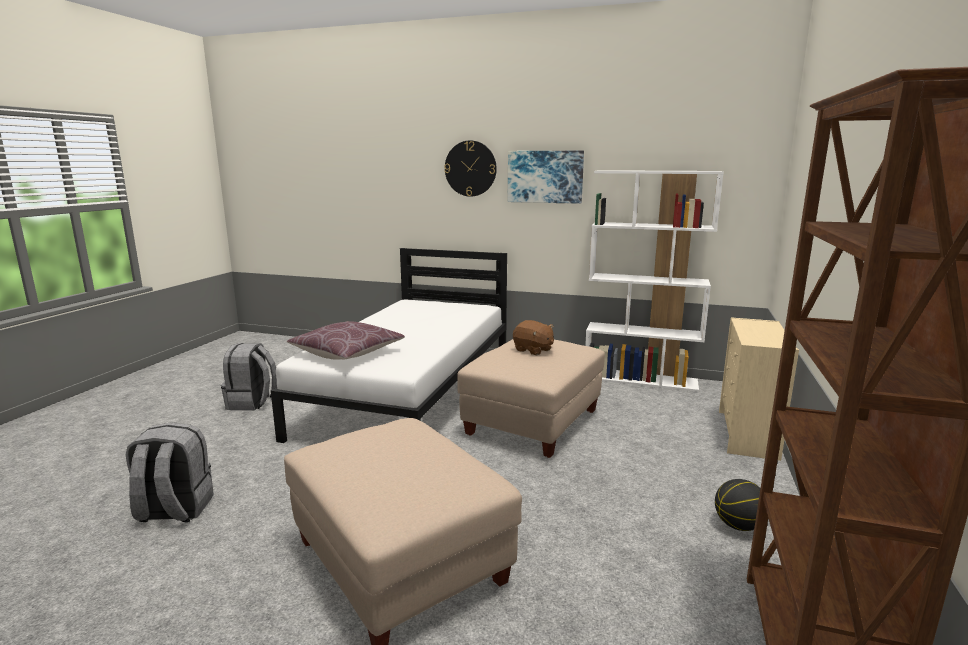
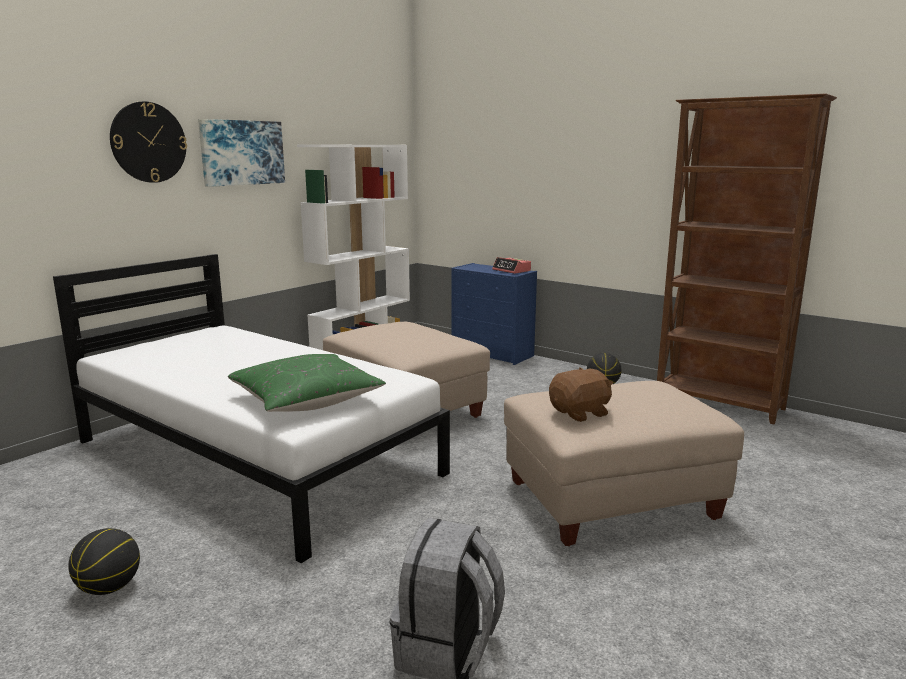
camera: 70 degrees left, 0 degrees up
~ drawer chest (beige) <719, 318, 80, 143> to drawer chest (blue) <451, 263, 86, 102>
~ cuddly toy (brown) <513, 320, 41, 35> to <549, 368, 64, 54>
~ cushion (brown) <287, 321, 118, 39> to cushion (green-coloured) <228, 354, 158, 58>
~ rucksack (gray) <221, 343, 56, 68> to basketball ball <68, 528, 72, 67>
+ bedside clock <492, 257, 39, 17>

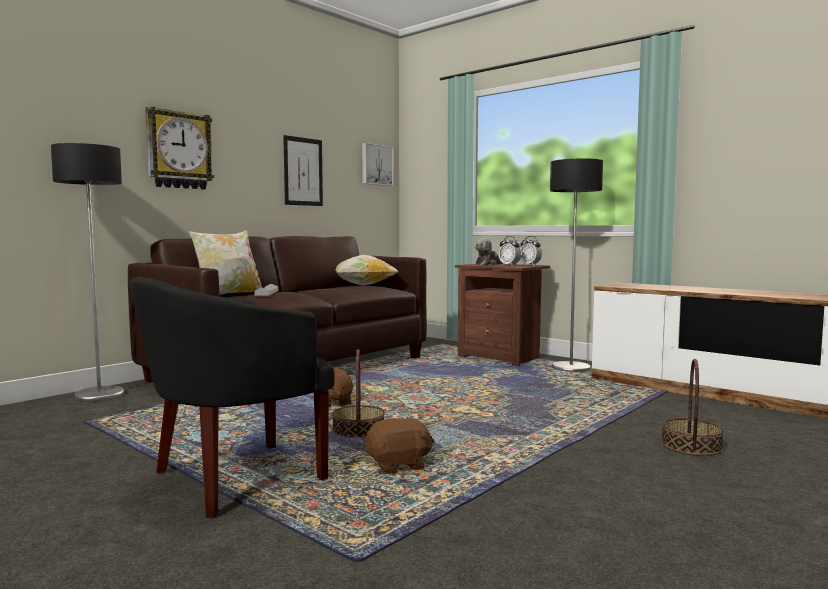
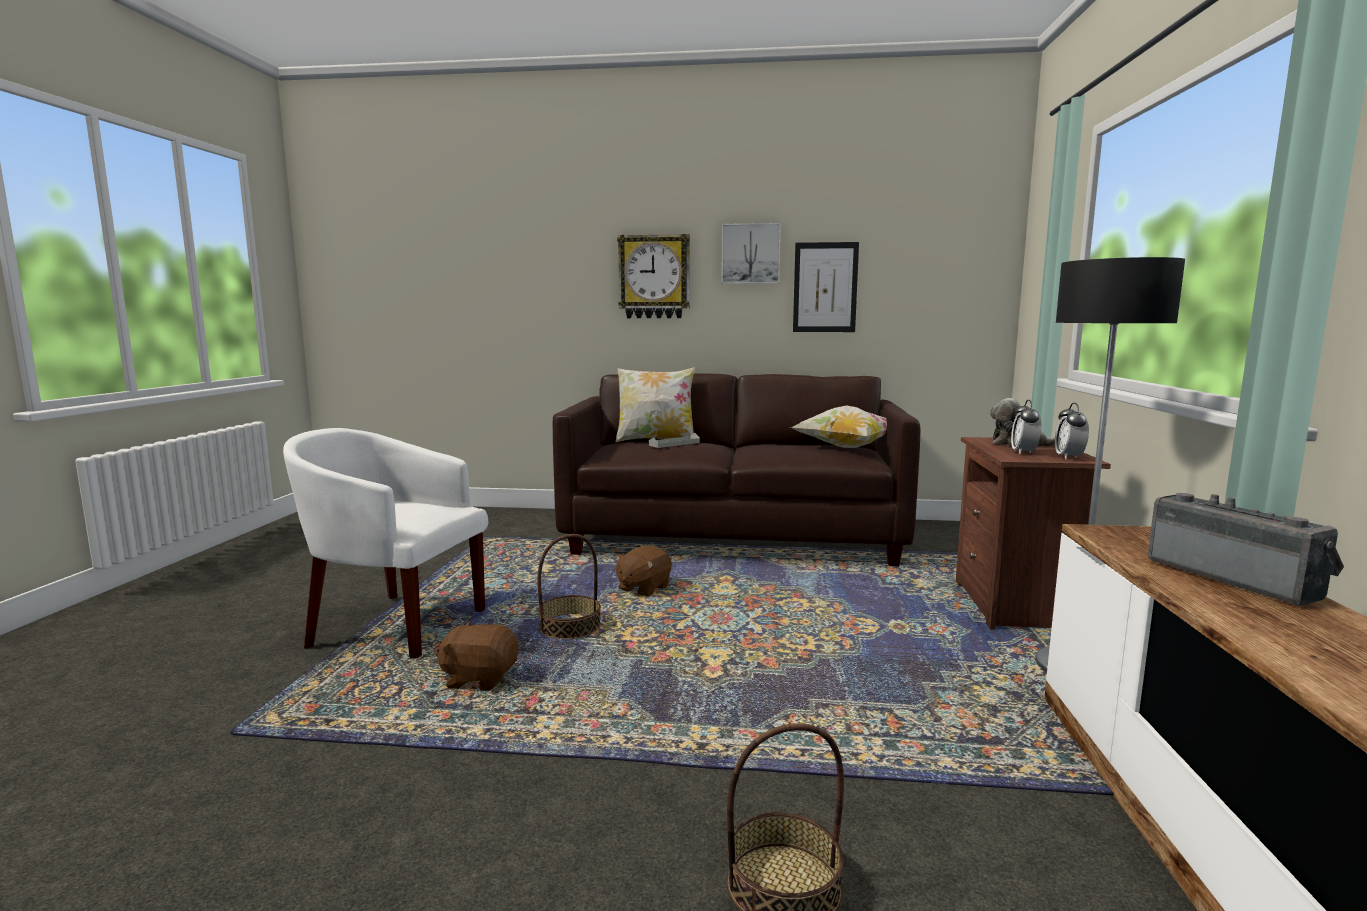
camera: 55 degrees right, 5 degrees up
- floor lamp <51, 143, 74, 259>
~ picture <362, 143, 32, 43> to <721, 223, 60, 61>
~ easy chair (black) <129, 277, 206, 241> to easy chair (whitish) <283, 428, 205, 230>
~ cuddly toy (brown) <366, 417, 68, 57> = <436, 621, 82, 70> 150 degrees clockwise
+ radio <1148, 493, 196, 112>

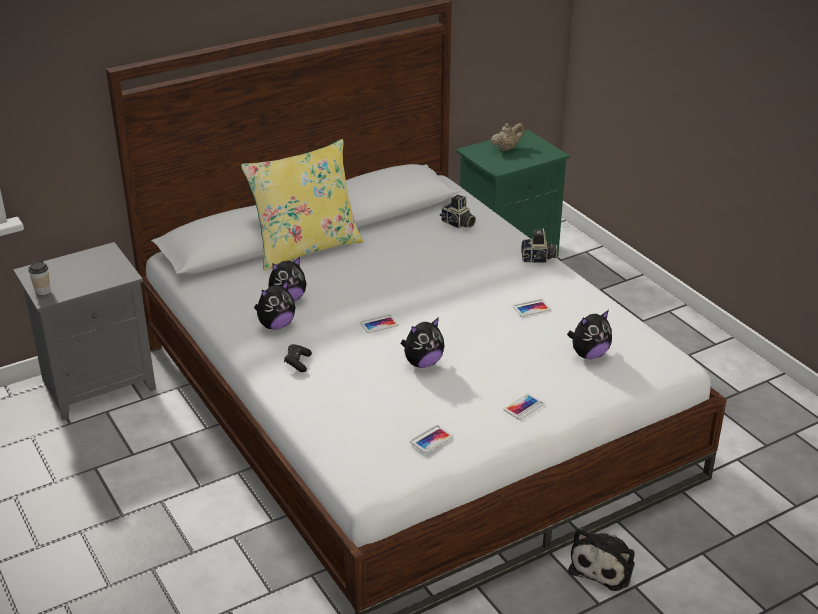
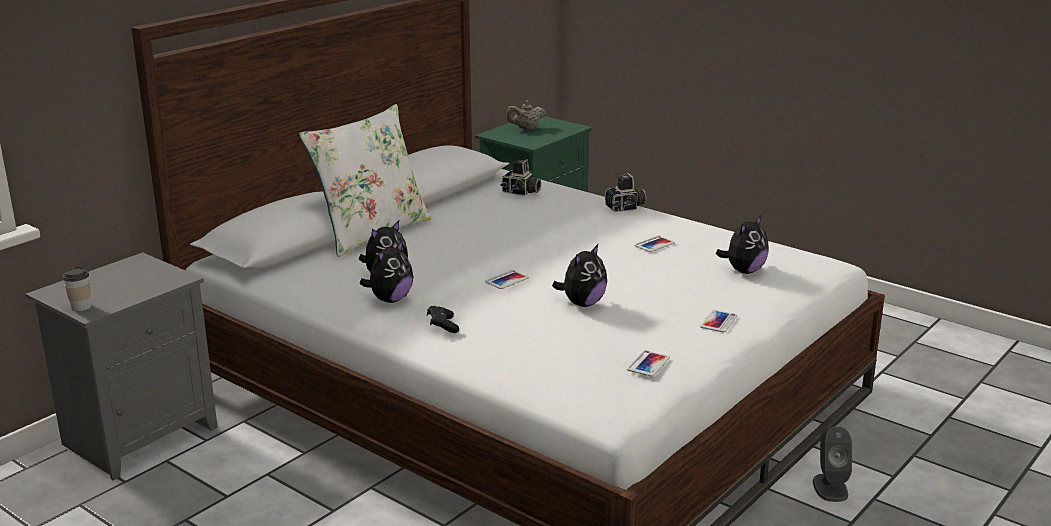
camera: 20 degrees left, 10 degrees down
~ teapot (beige) <491, 123, 33, 28> = <506, 101, 40, 29> 150 degrees counterclockwise
~ cushion (yellow) <241, 139, 122, 132> to cushion (whitish) <299, 104, 132, 153>
~ cuddly toy <568, 528, 67, 63> to speaker (gray) <813, 426, 39, 76>

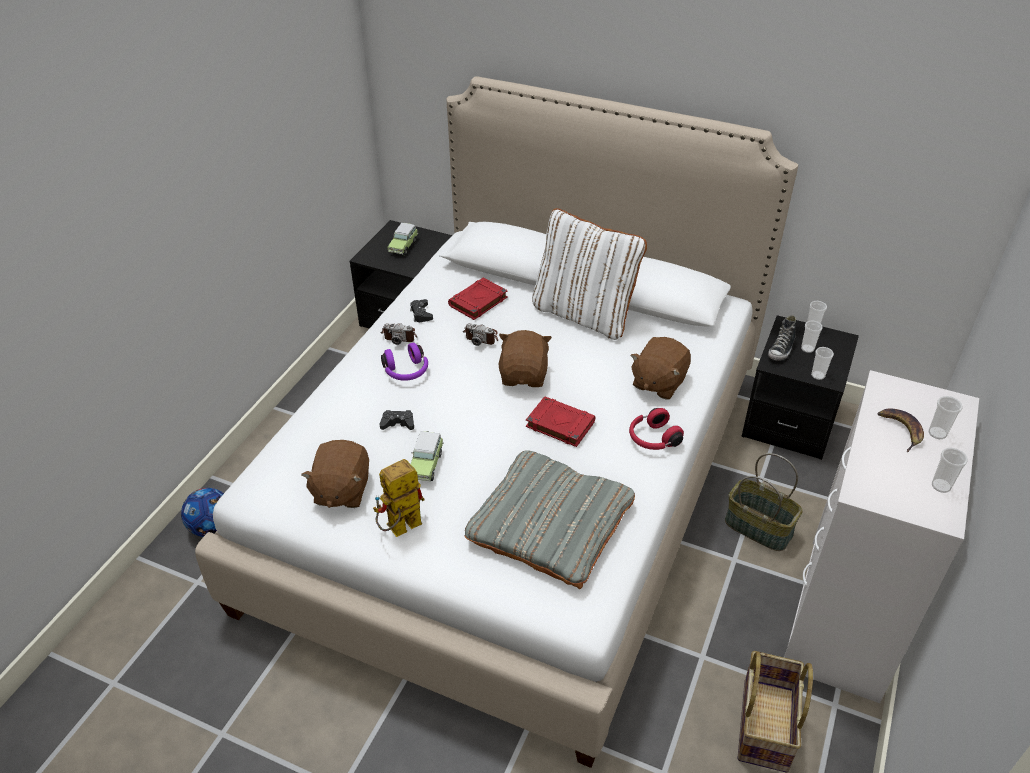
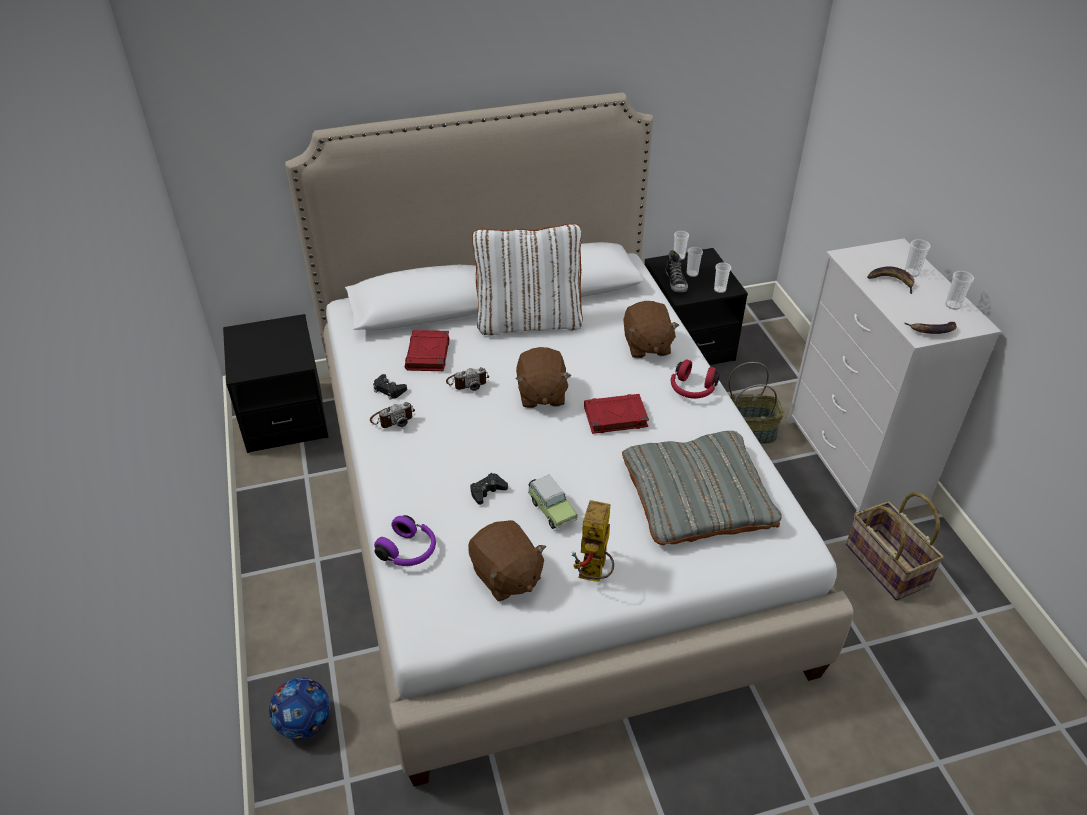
camera: 40 degrees left, 0 degrees up
- model car <388, 223, 30, 33>
~ cuddly toy (brown) <499, 330, 53, 57> = <516, 347, 55, 61> 150 degrees counterclockwise
~ pair of headphones (purple-coloured) <381, 343, 47, 38> to <374, 515, 62, 51>
+ whole banana <904, 322, 53, 12>

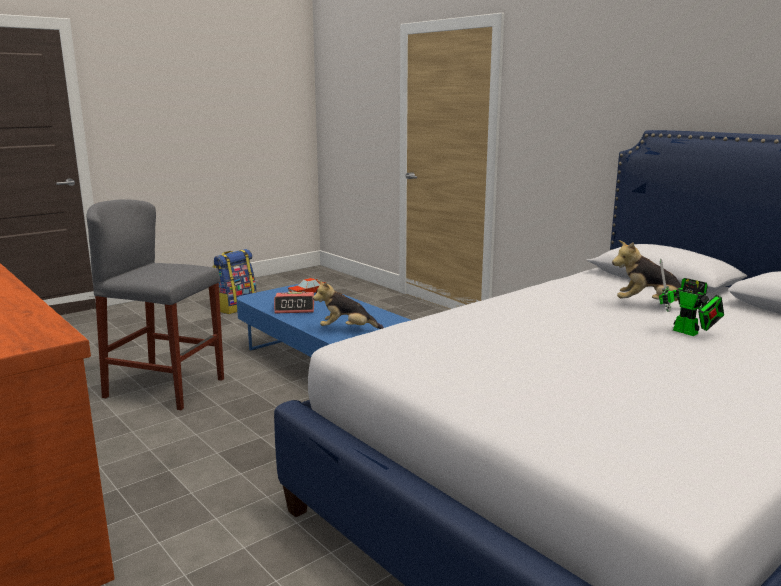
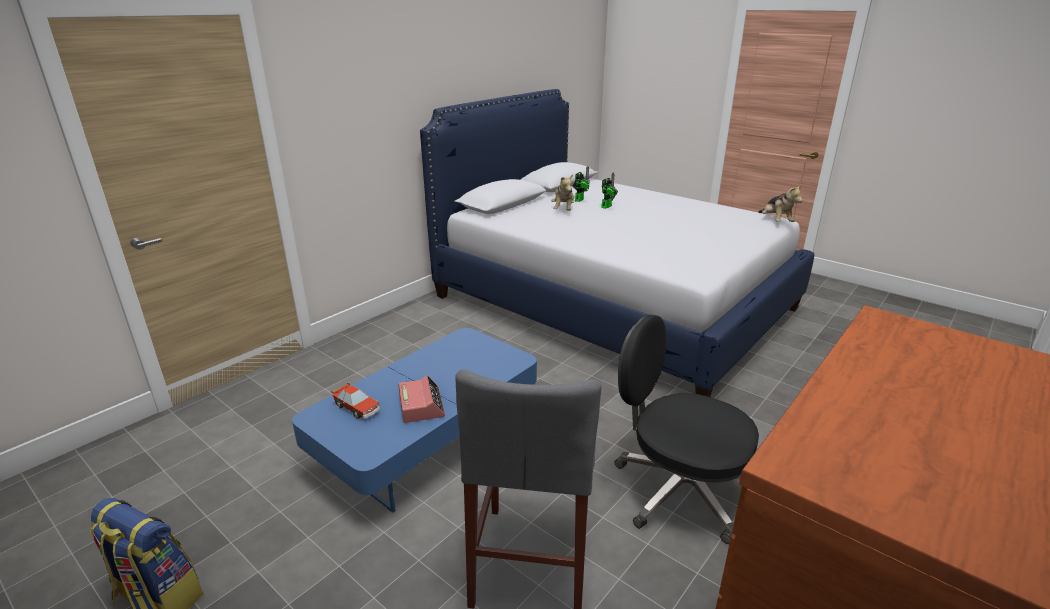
camera: 100 degrees left, 10 degrees up
~ cuddly toy <313, 280, 71, 49> to <758, 184, 45, 38>
+ toy robot <572, 166, 18, 36>
+ office chair (black) <614, 315, 145, 229>

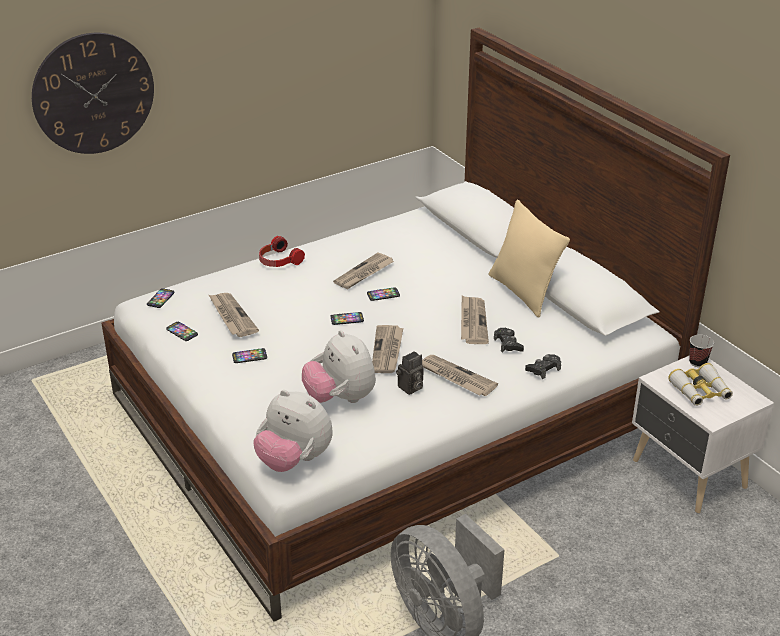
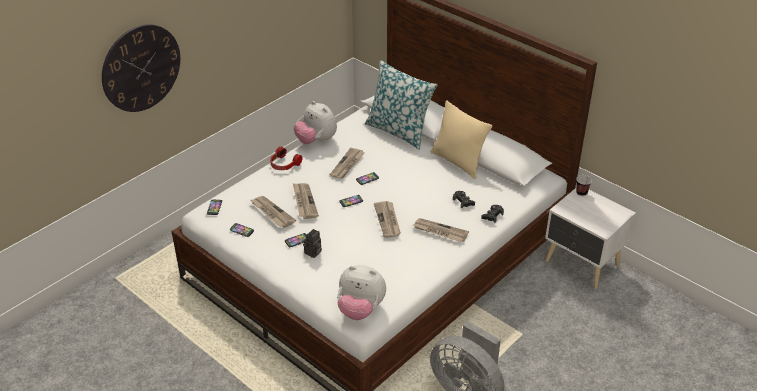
camera: 15 degrees left, 5 degrees up
~ newspaper <461, 296, 28, 48> to <293, 183, 26, 36>
~ cuddly toy <302, 330, 74, 73> to <294, 101, 43, 43>
~ still camera <396, 351, 28, 44> to <303, 229, 19, 29>
- pair of binoculars <668, 363, 65, 43>
+ cushion <365, 60, 72, 90>

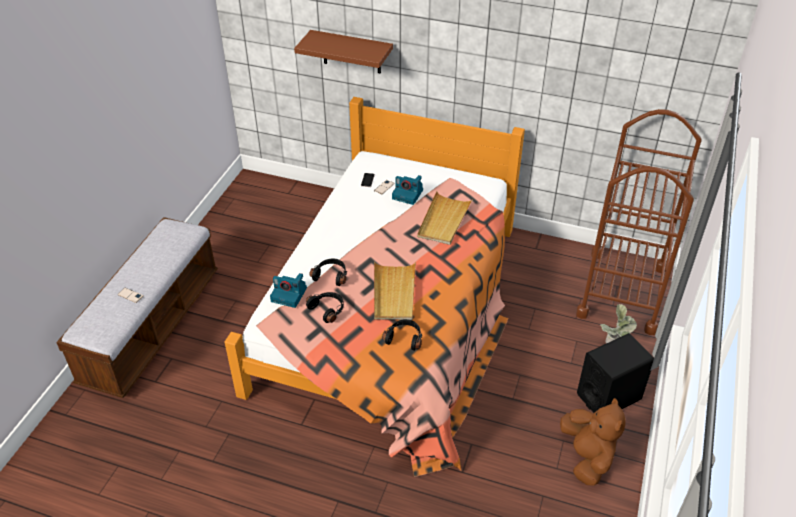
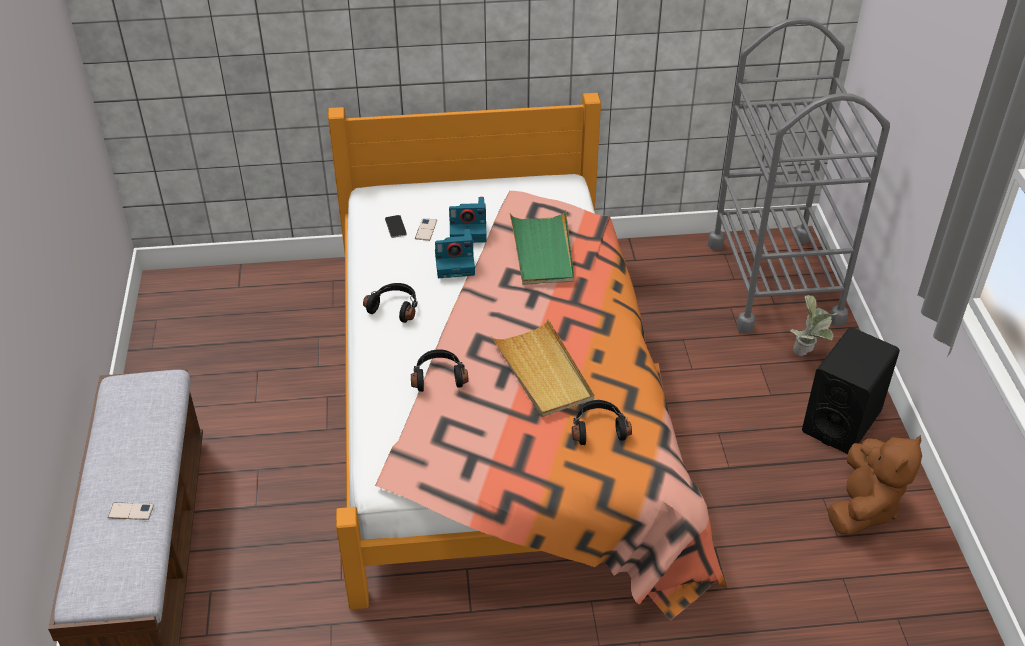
camera: 25 degrees left, 0 degrees up
- bracket shelf (brown) <294, 30, 99, 44>
~ cart (brown) <576, 109, 126, 226> to cart (gray) <708, 17, 182, 316>
~ tray (beige) <417, 191, 56, 54> to tray (green-coloured) <510, 210, 64, 75>
~ still camera <270, 273, 37, 35> to <435, 229, 40, 49>
~ pair of headphones (black) <306, 292, 38, 31> to <363, 283, 55, 40>
~ cuddly toy (brown) <560, 398, 66, 87> = <828, 435, 94, 99> 60 degrees clockwise

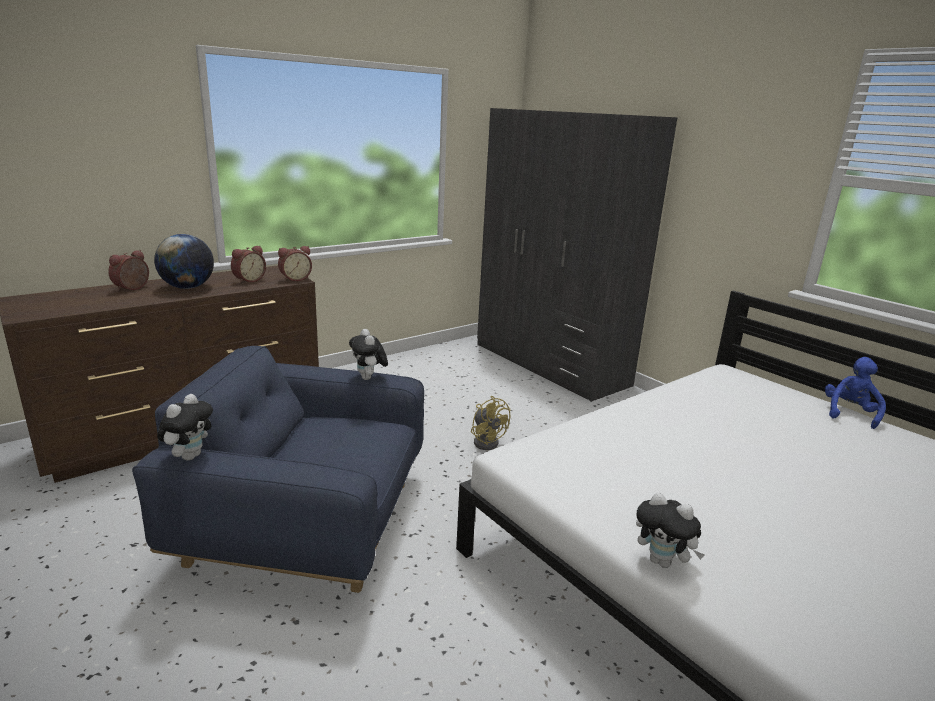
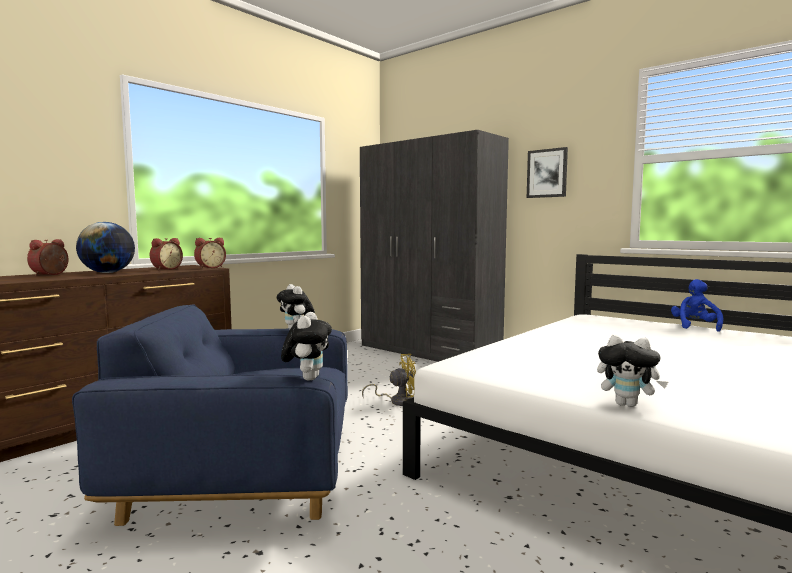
camera: 10 degrees left, 15 degrees down
~ cuddly toy <157, 394, 56, 67> to <281, 312, 51, 69>
~ electric fan (yellow) <471, 396, 40, 54> = <362, 354, 54, 52> 60 degrees counterclockwise
+ picture <527, 147, 41, 51>

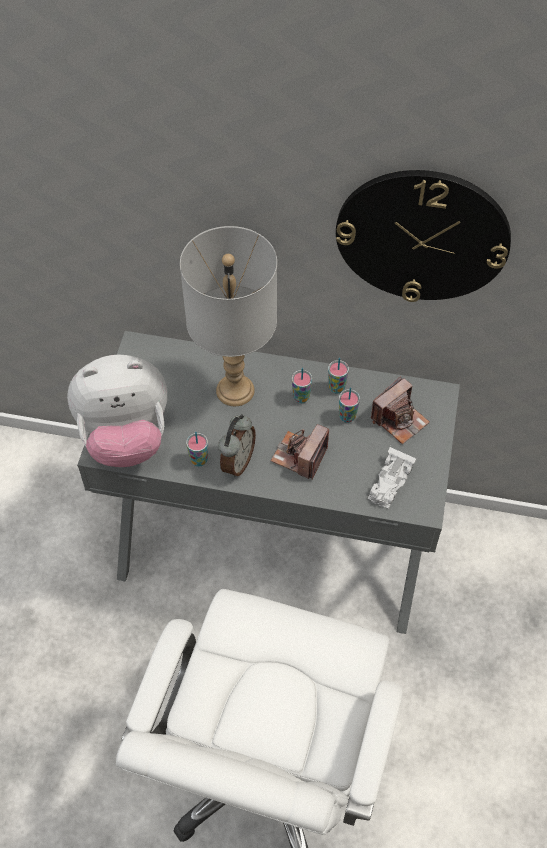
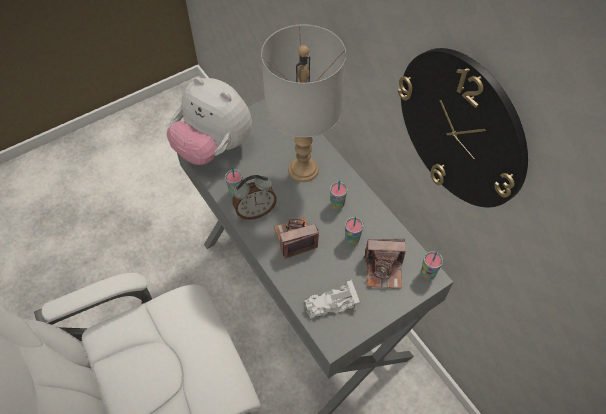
camera: 45 degrees right, 0 degrees up
~ drinking cup <328, 358, 21, 36> to <421, 251, 22, 28>

